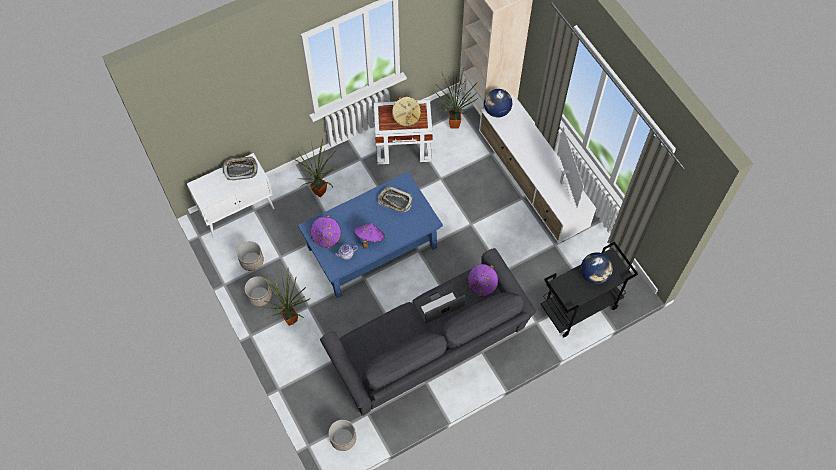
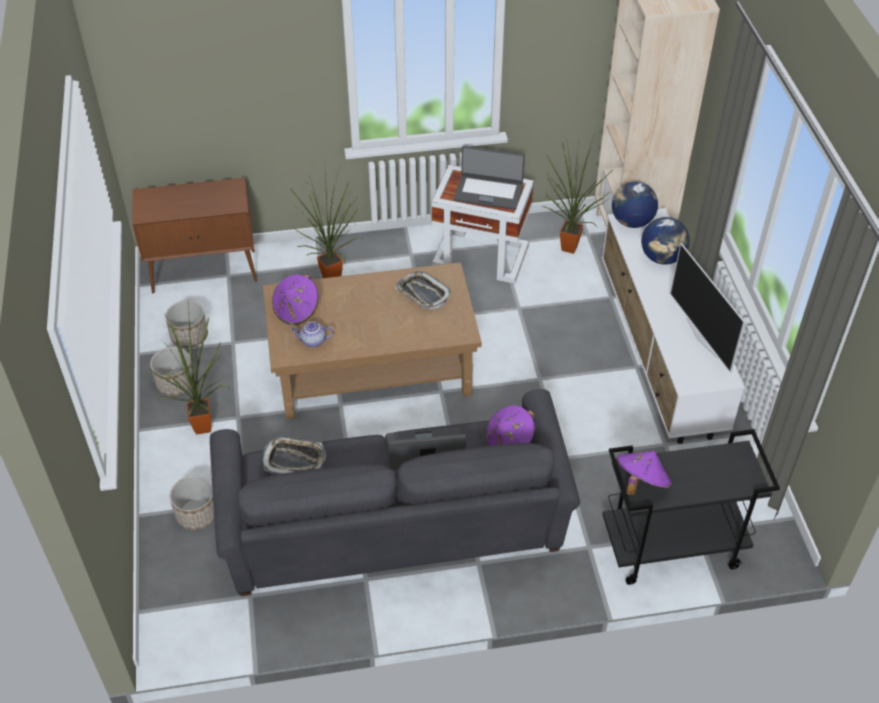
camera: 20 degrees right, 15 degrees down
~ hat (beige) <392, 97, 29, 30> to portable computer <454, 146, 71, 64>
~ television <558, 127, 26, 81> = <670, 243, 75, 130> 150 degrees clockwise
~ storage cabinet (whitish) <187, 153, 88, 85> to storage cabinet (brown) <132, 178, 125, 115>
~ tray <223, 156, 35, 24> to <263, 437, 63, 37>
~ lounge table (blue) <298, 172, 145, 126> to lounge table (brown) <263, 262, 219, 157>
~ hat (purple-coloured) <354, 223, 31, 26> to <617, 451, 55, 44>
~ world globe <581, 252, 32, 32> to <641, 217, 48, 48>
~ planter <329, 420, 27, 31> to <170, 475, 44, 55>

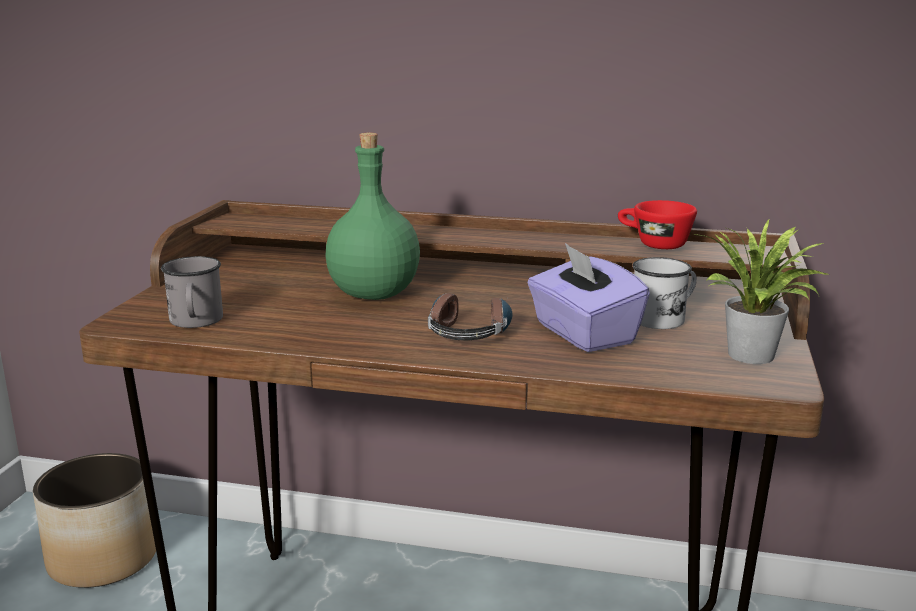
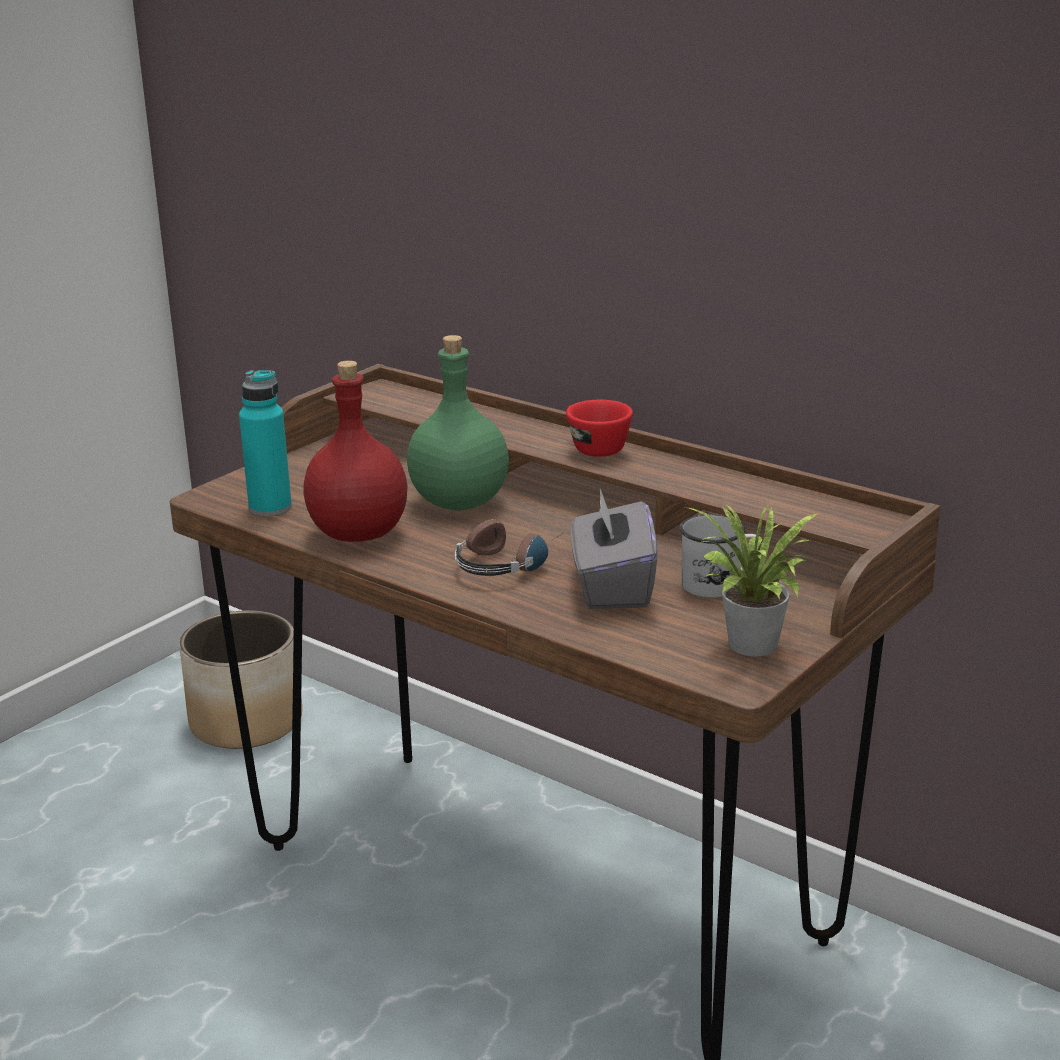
camera: 25 degrees right, 5 degrees up
~ drinking cup (red-coloured) <618, 200, 79, 49> to <566, 400, 67, 57>
~ box of tissues (purple-coloured) <528, 243, 122, 109> to box of tissues (gray) <571, 489, 86, 120>
~ coffee mug (gray) <161, 256, 62, 72> to beverage bottle (turquoise-coloured) <239, 370, 53, 147>
+ beverage bottle (red-coloured) <303, 360, 105, 182>

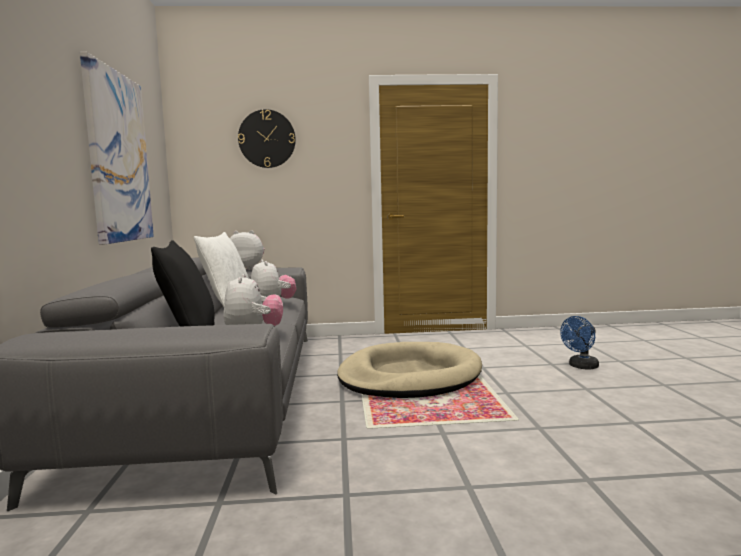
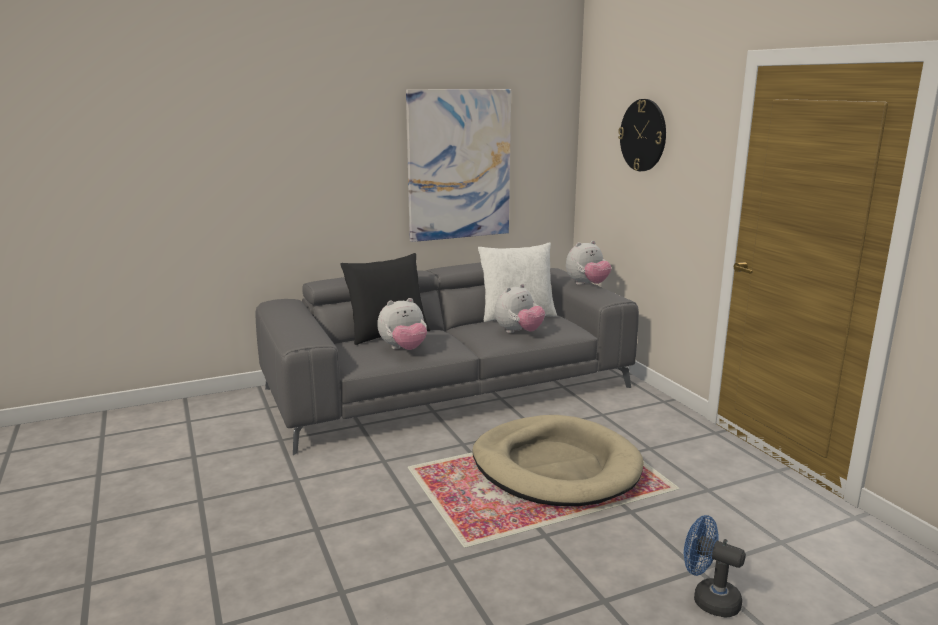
camera: 70 degrees right, 10 degrees up
~ cuddly toy <230, 230, 34, 40> = <566, 241, 45, 44> 75 degrees clockwise

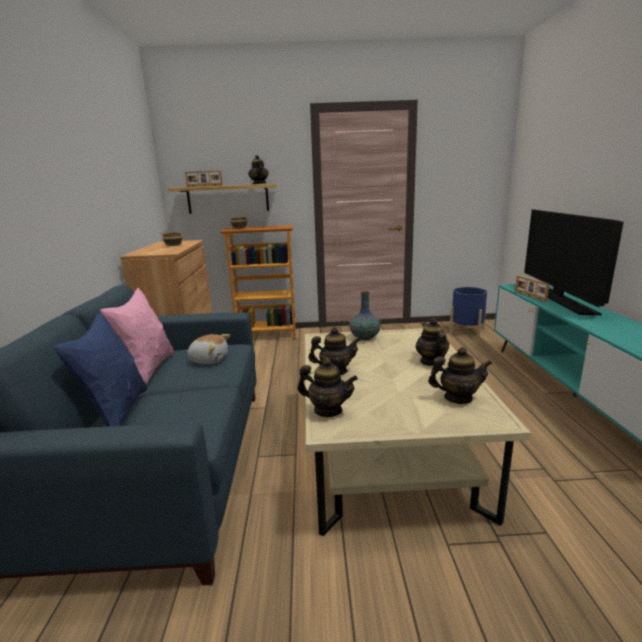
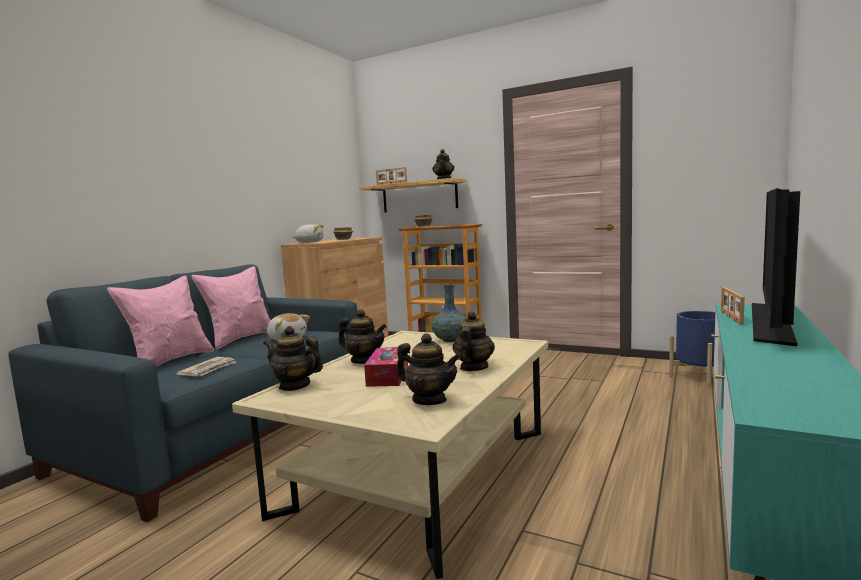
camera: 30 degrees right, 10 degrees down
~ cushion (blue) <54, 312, 94, 115> to cushion (pink) <107, 275, 107, 92>
~ teapot <298, 358, 60, 59> = <263, 326, 60, 65> 150 degrees clockwise
+ cuddly toy <292, 223, 32, 19>
+ box of tissues <364, 347, 44, 40>
+ newspaper <176, 357, 61, 19>

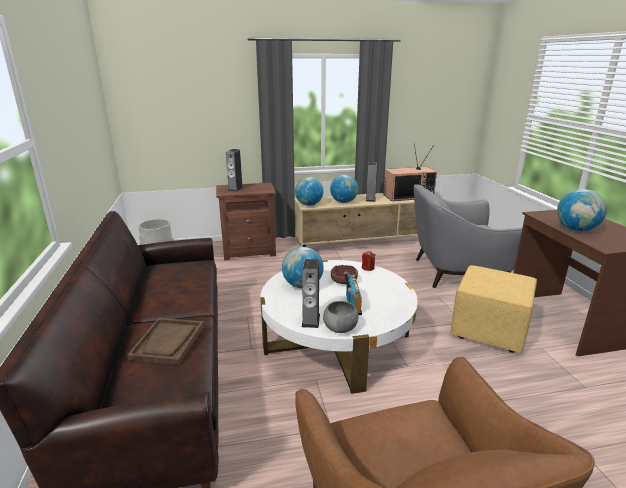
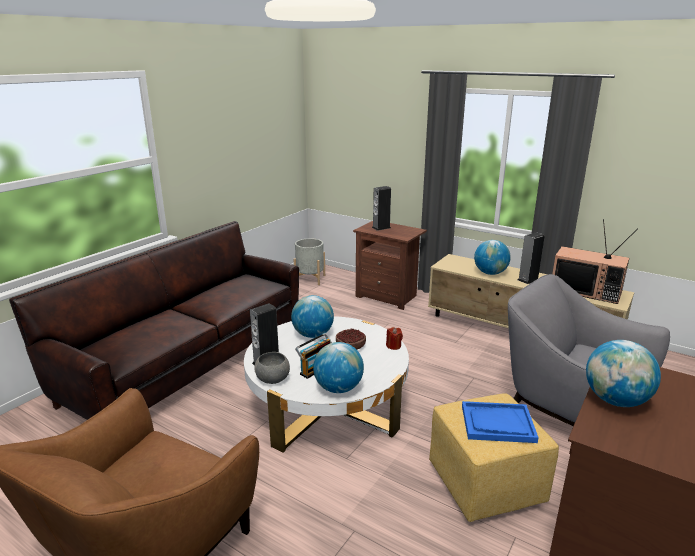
camera: 45 degrees right, 0 degrees up
~ world globe <295, 177, 28, 29> to <313, 342, 51, 51>
- tray (brown) <127, 318, 77, 47>
+ tray (blue) <462, 401, 77, 42>

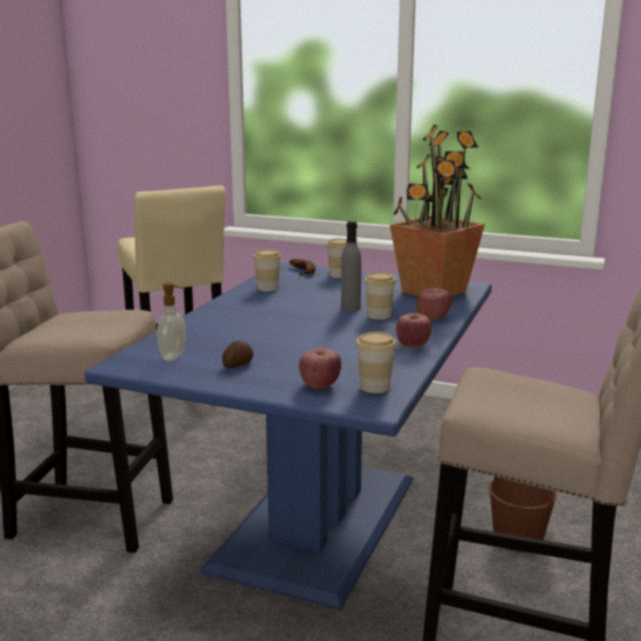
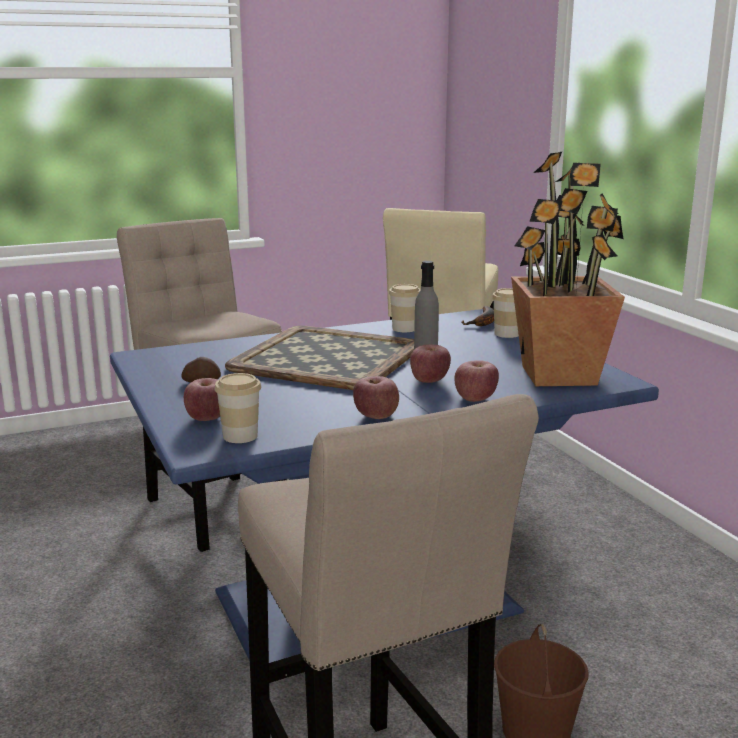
camera: 45 degrees right, 0 degrees up
~ drinking cup <364, 272, 32, 48> to whole apple <410, 344, 41, 39>
- soap dispenser <157, 282, 29, 79>
+ tray <225, 326, 189, 64>

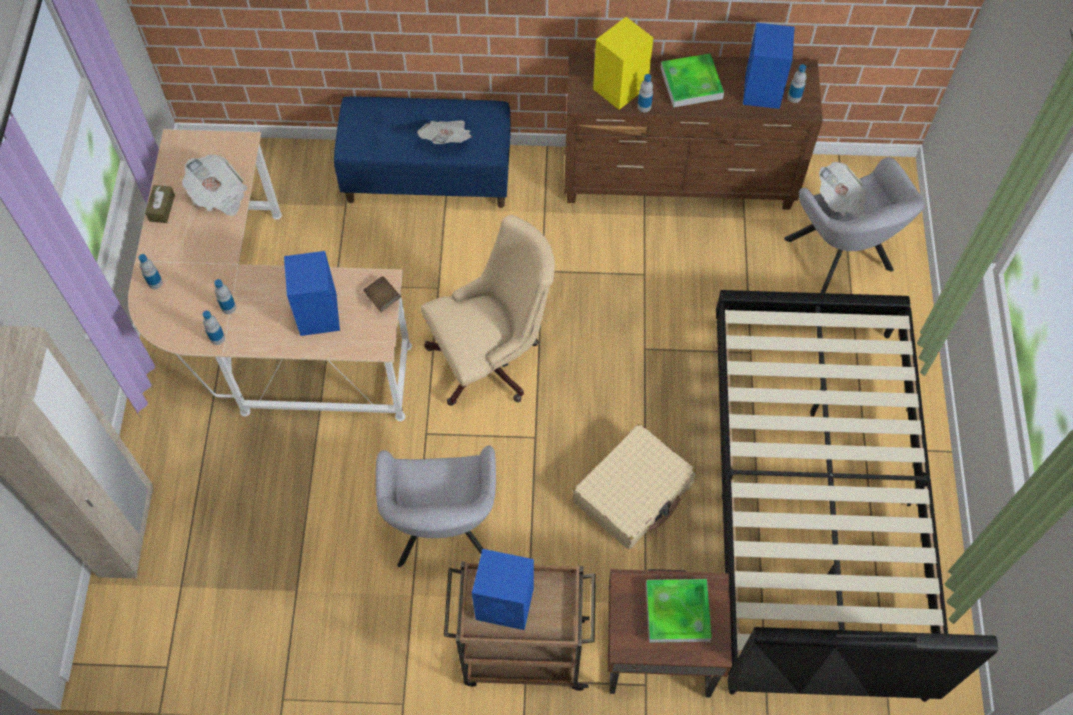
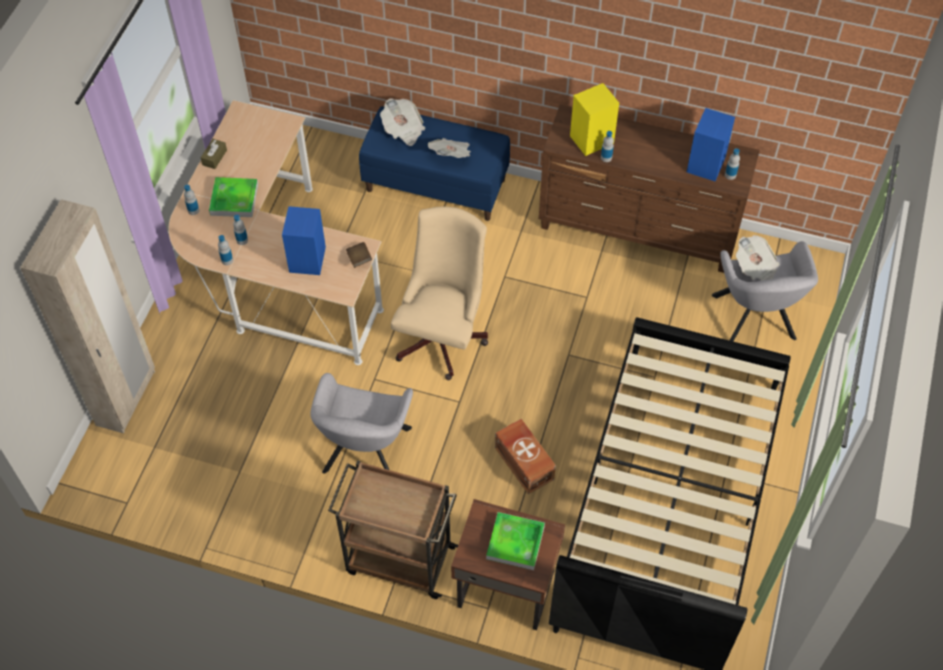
camera: 15 degrees right, 5 degrees down
~ tray <661, 54, 63, 53> to <209, 177, 49, 40>
~ newspaper <182, 154, 65, 62> to <380, 98, 45, 48>
~ office chair (beige) <421, 215, 134, 191> = <391, 207, 97, 173> 60 degrees counterclockwise
~ travel case (beige) <573, 424, 123, 125> to storage box (brown) <495, 419, 61, 75>
- speaker (blue) <472, 549, 62, 81>

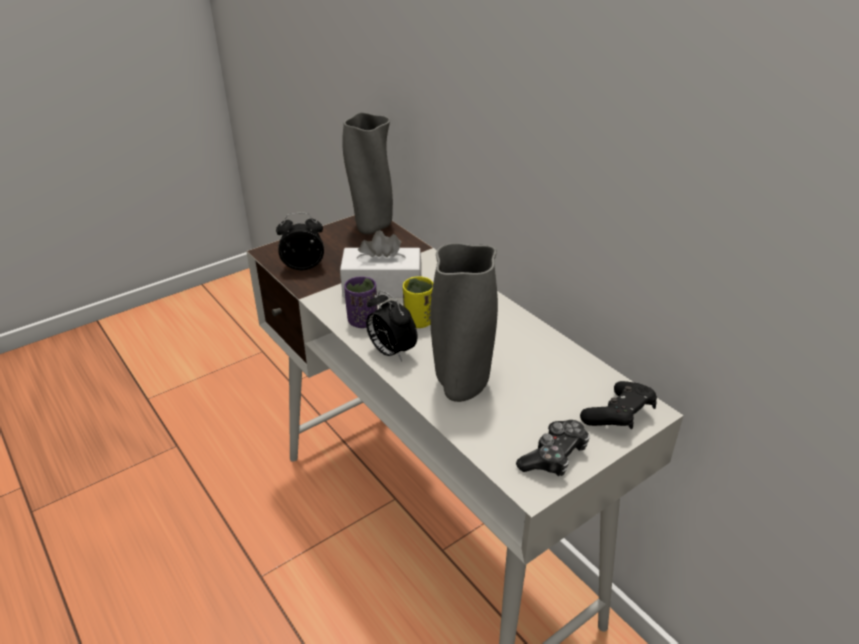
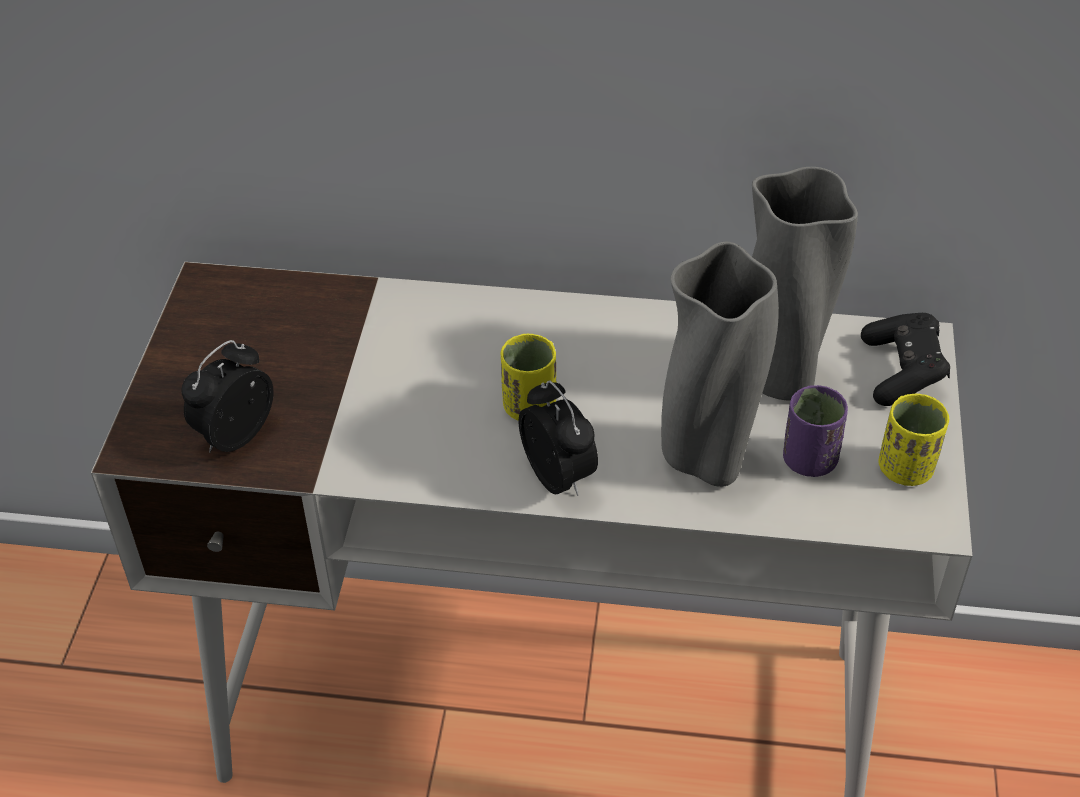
camera: 45 degrees left, 10 degrees up
~ vase (gray) <342, 112, 51, 122> to <752, 167, 106, 234>
- box of tissues (whitish) <340, 230, 82, 68>
~ drinking cup (purple-coloured) <344, 276, 34, 52> to <783, 385, 65, 92>
~ bedside clock <366, 290, 52, 72> = <519, 380, 79, 116> 120 degrees counterclockwise
~ joypad <516, 420, 74, 56> to drinking cup (yellow) <879, 394, 70, 92>

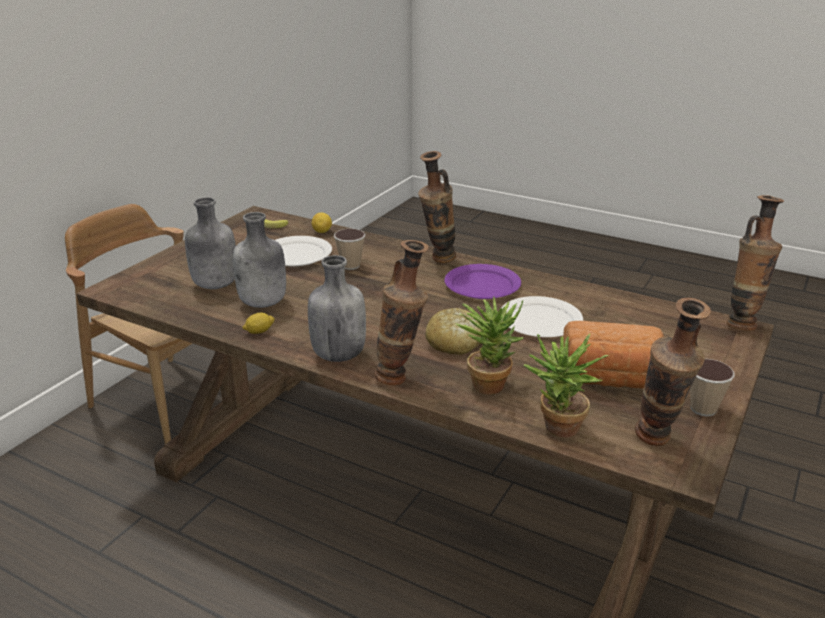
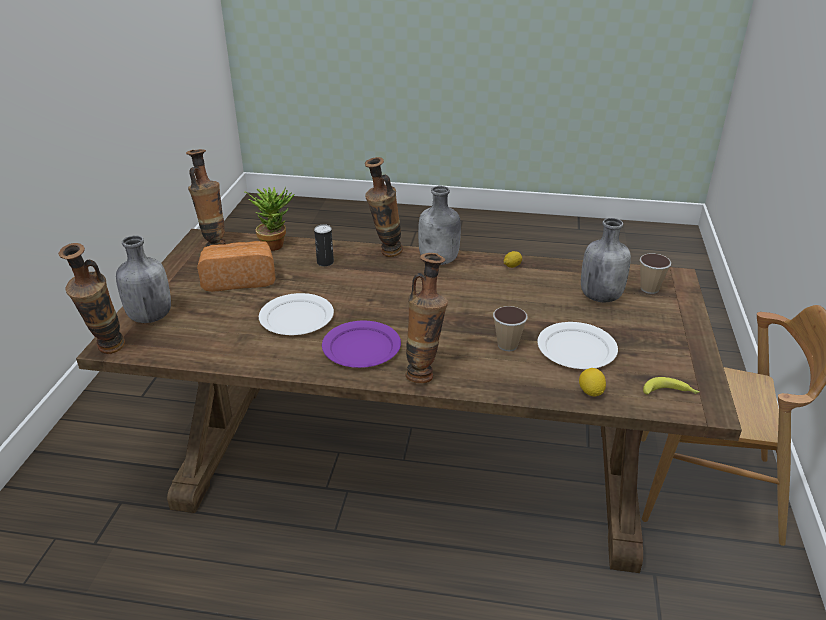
camera: 160 degrees right, 5 degrees up
~ beverage bottle (gray) <233, 212, 53, 96> to <116, 236, 55, 87>
~ houseplant <456, 296, 67, 99> to sealed can <314, 224, 20, 42>
- baked bread <425, 308, 57, 47>
~ drinking cup <690, 359, 45, 57> to <640, 254, 31, 40>

